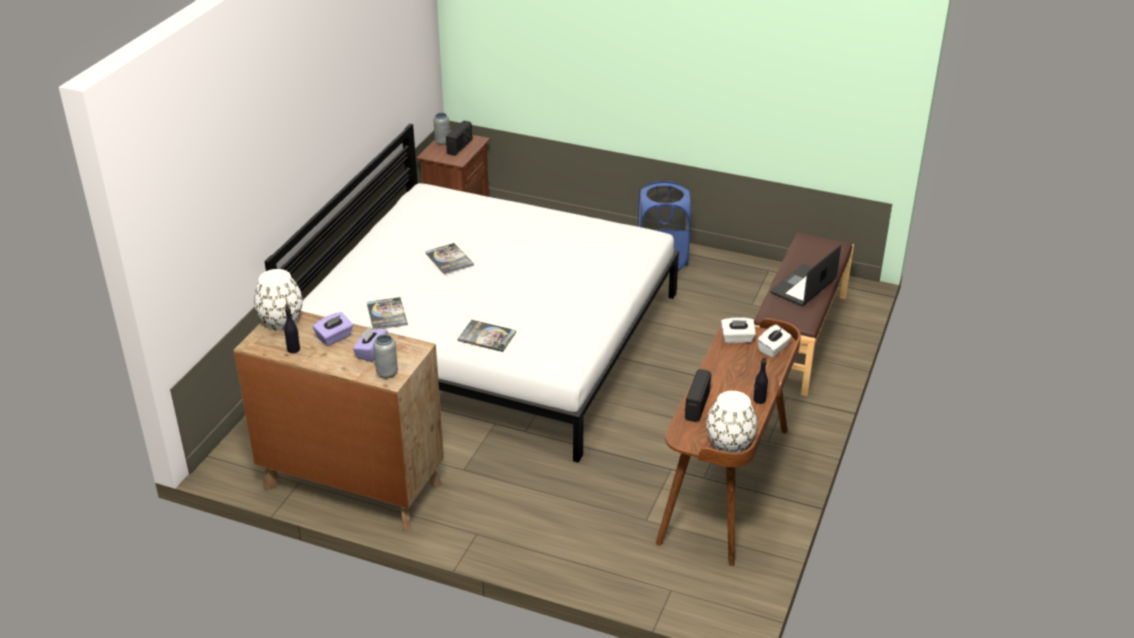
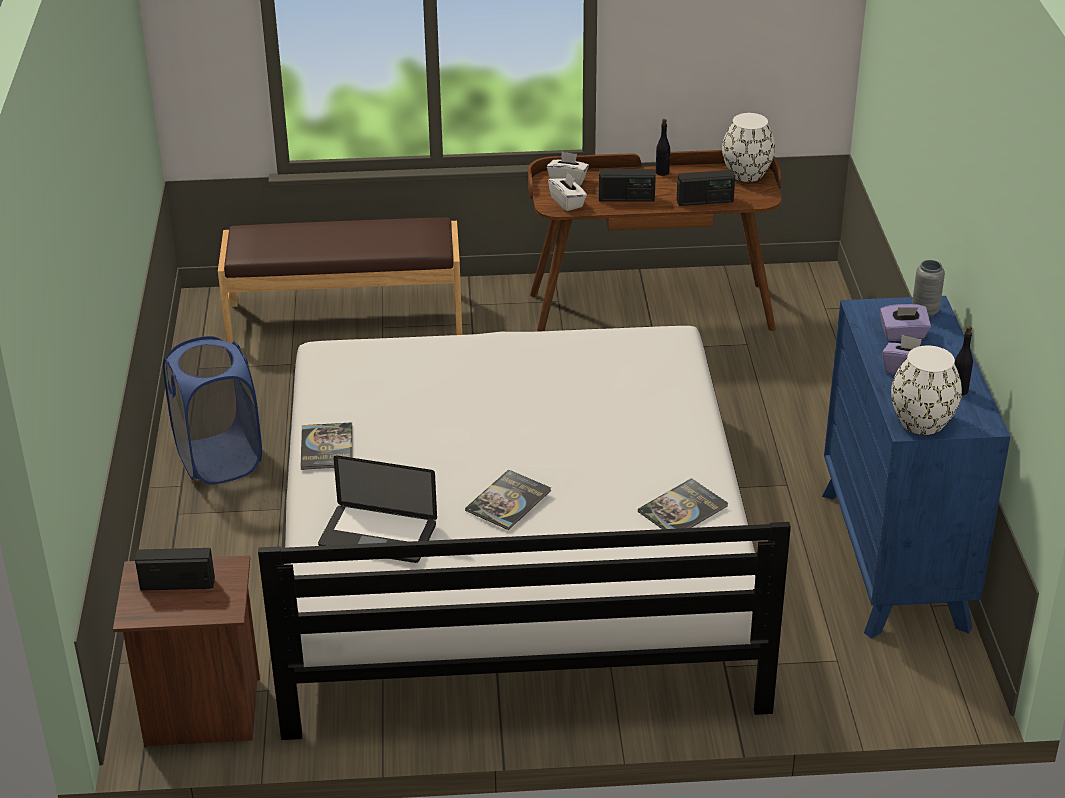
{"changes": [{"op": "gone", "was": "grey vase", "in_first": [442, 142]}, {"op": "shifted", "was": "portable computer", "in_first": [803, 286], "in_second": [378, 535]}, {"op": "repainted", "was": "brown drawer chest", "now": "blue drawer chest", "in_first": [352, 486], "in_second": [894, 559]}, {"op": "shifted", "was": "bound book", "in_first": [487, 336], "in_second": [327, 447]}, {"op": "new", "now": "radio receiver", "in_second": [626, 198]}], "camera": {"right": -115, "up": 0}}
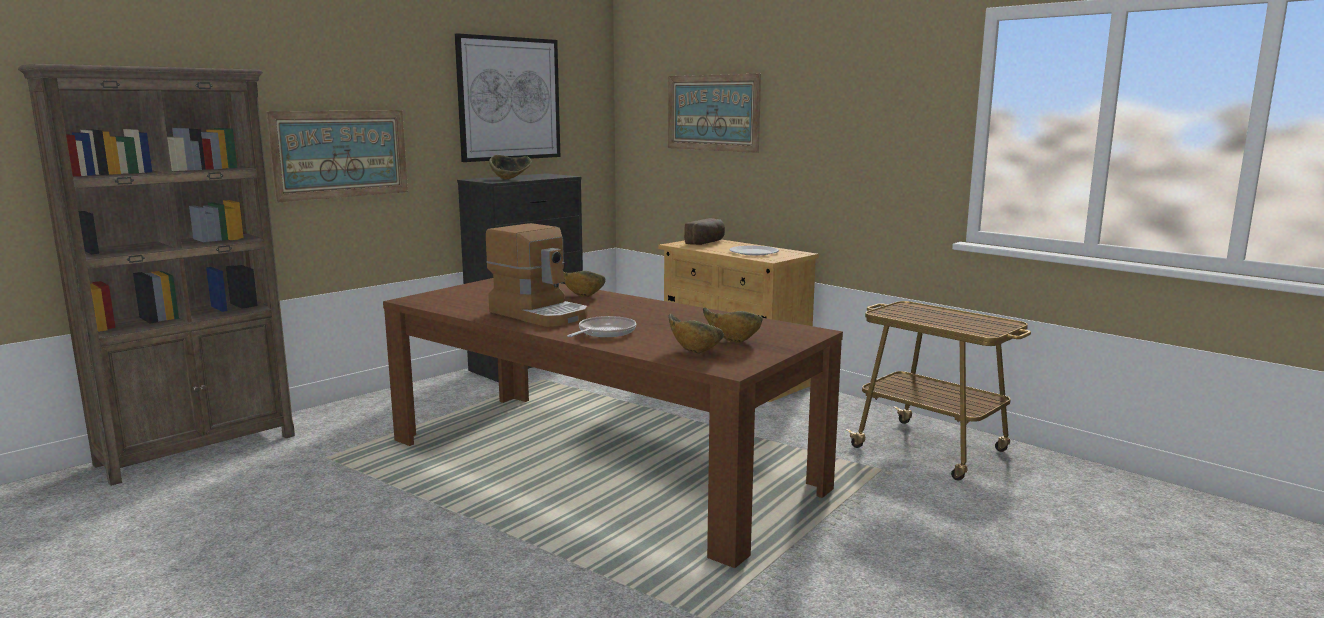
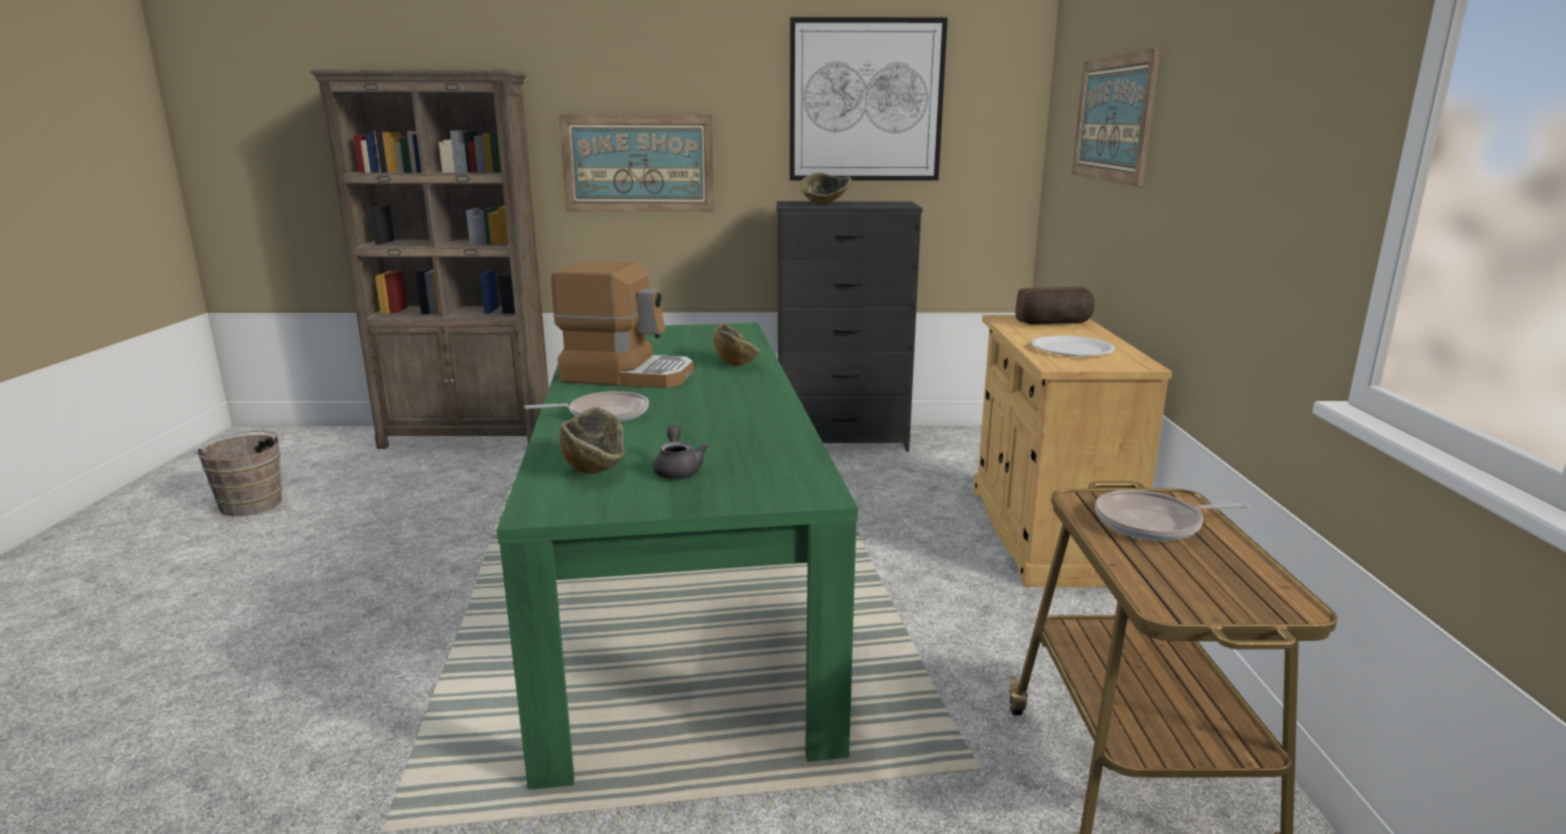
{"changes": [{"op": "rotated", "was": "coffee machine", "in_first": [540, 314], "in_second": [628, 375], "clockwise": -75}, {"op": "repainted", "was": "brown dinner table", "now": "green dinner table", "in_first": [599, 464], "in_second": [679, 581]}, {"op": "swapped", "was": "deep dish", "now": "grey pot for tea", "in_first": [731, 341], "in_second": [678, 470]}, {"op": "new", "now": "brown pail", "in_second": [252, 503]}, {"op": "new", "now": "pan", "in_second": [1154, 524]}], "camera": {"right": 45, "up": 5}}
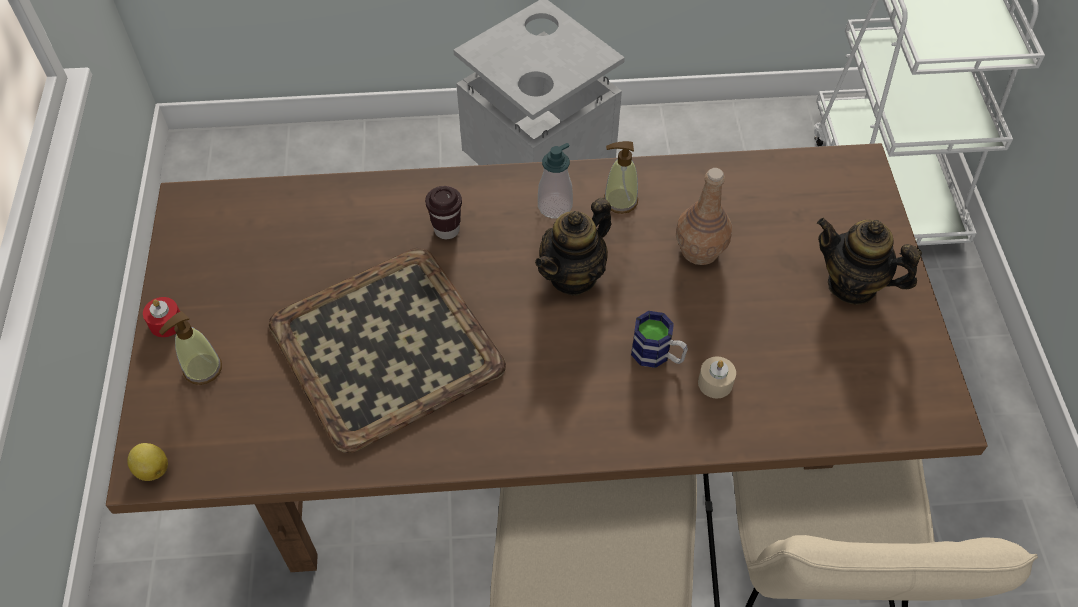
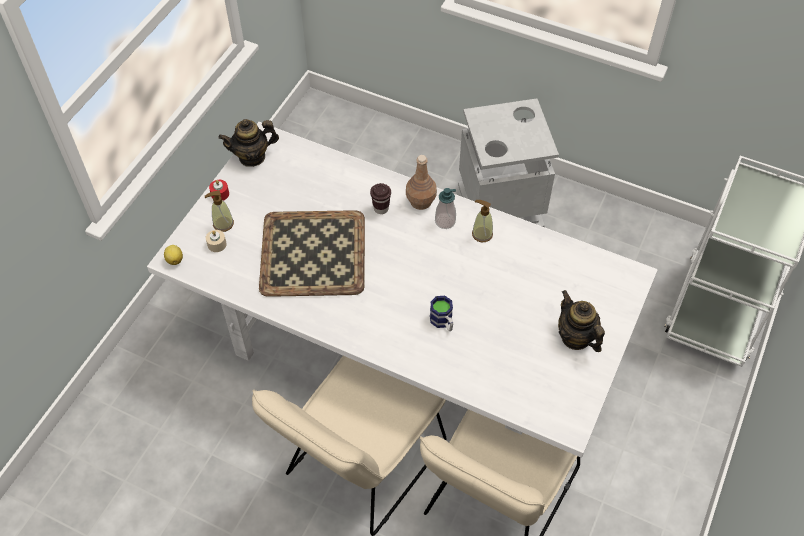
{"changes": [{"op": "repainted", "was": "brown dinner table", "now": "white-coloured dinner table", "in_first": [541, 441], "in_second": [403, 354]}, {"op": "shifted", "was": "brown beverage bottle", "in_first": [700, 250], "in_second": [421, 201]}, {"op": "shifted", "was": "pot for tea", "in_first": [573, 275], "in_second": [252, 157]}, {"op": "shifted", "was": "beige-coloured wax candle", "in_first": [715, 383], "in_second": [217, 244]}], "camera": {"right": 30, "up": 0}}
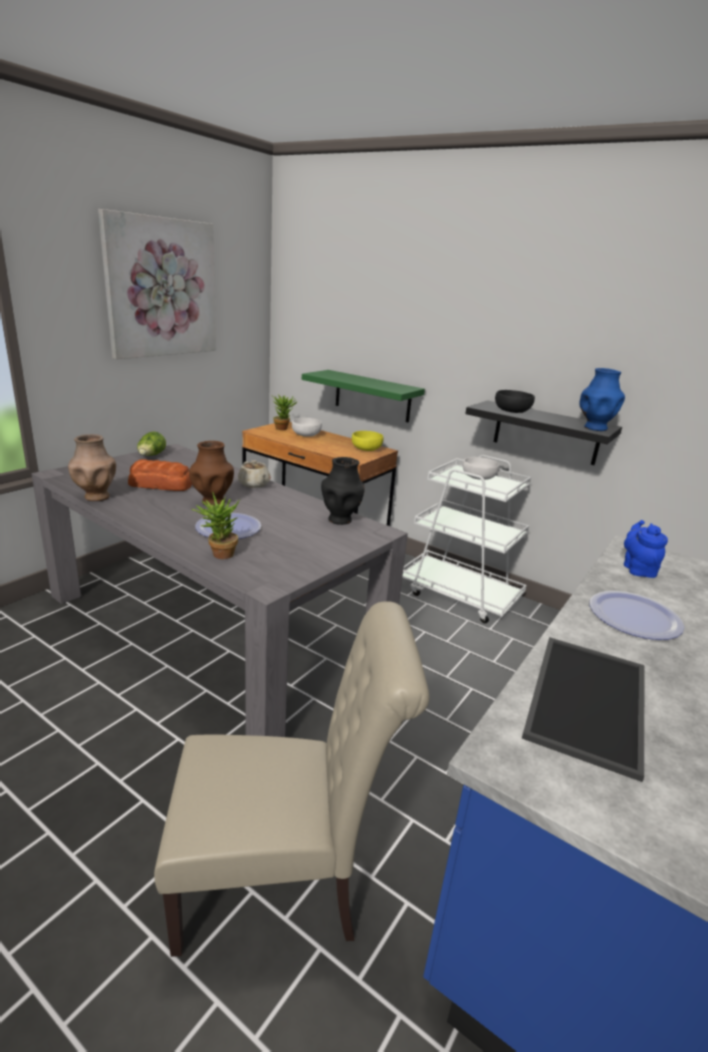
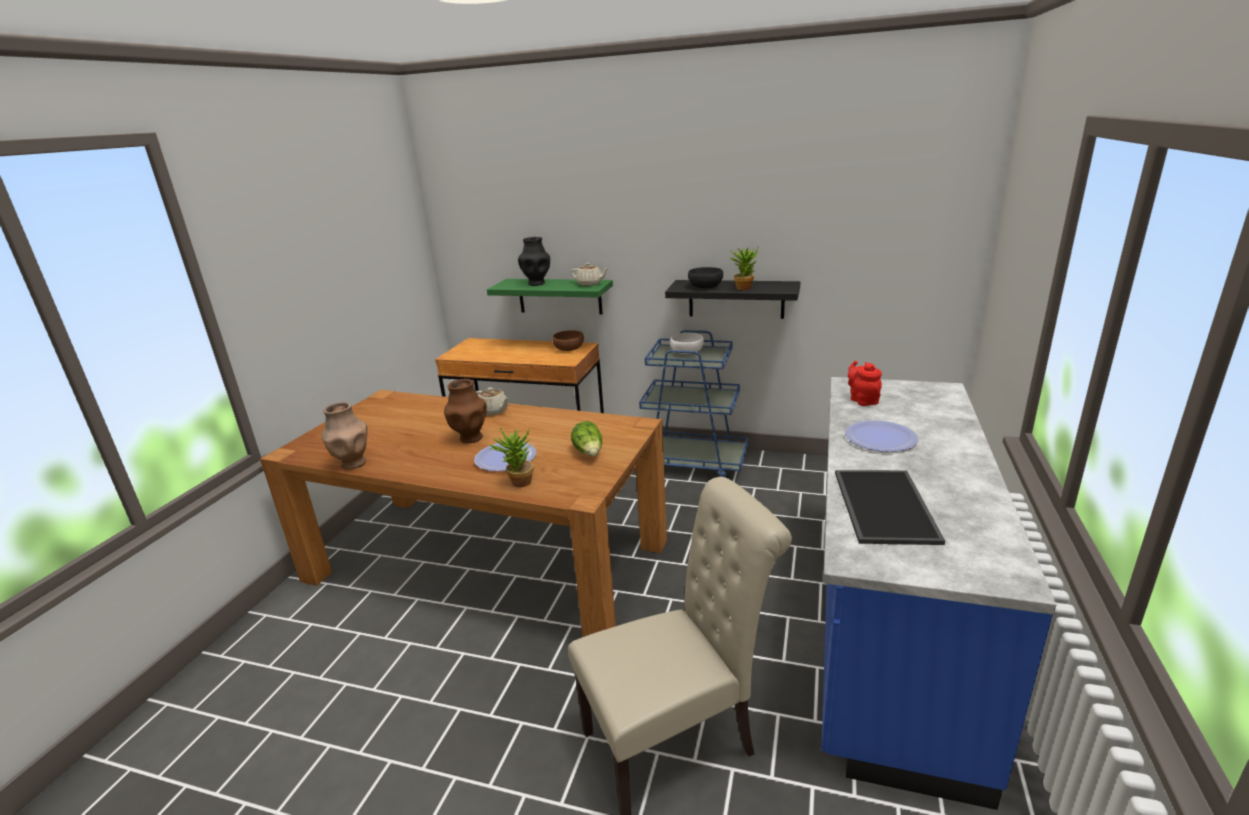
{"changes": [{"op": "gone", "was": "picture", "in_first": [162, 288]}, {"op": "gone", "was": "blue vase", "in_first": [594, 428]}, {"op": "shifted", "was": "houseplant", "in_first": [283, 428], "in_second": [744, 287]}, {"op": "gone", "was": "white-coloured deep dish", "in_first": [306, 434]}, {"op": "repainted", "was": "yellow-coloured deep dish", "now": "brown deep dish", "in_first": [366, 449], "in_second": [569, 348]}, {"op": "shifted", "was": "lettuce head", "in_first": [151, 456], "in_second": [589, 452]}, {"op": "repainted", "was": "grey dinner table", "now": "brown dinner table", "in_first": [212, 628], "in_second": [487, 561]}, {"op": "repainted", "was": "white-coloured trolley", "now": "blue trolley", "in_first": [459, 595], "in_second": [692, 463]}, {"op": "shifted", "was": "black vase", "in_first": [340, 520], "in_second": [537, 283]}, {"op": "gone", "was": "bread", "in_first": [161, 485]}, {"op": "repainted", "was": "blue pot for tea", "now": "red pot for tea", "in_first": [637, 569], "in_second": [862, 400]}, {"op": "new", "now": "beige-coloured pot for tea", "in_second": [590, 283]}], "camera": {"right": -15, "up": 0}}
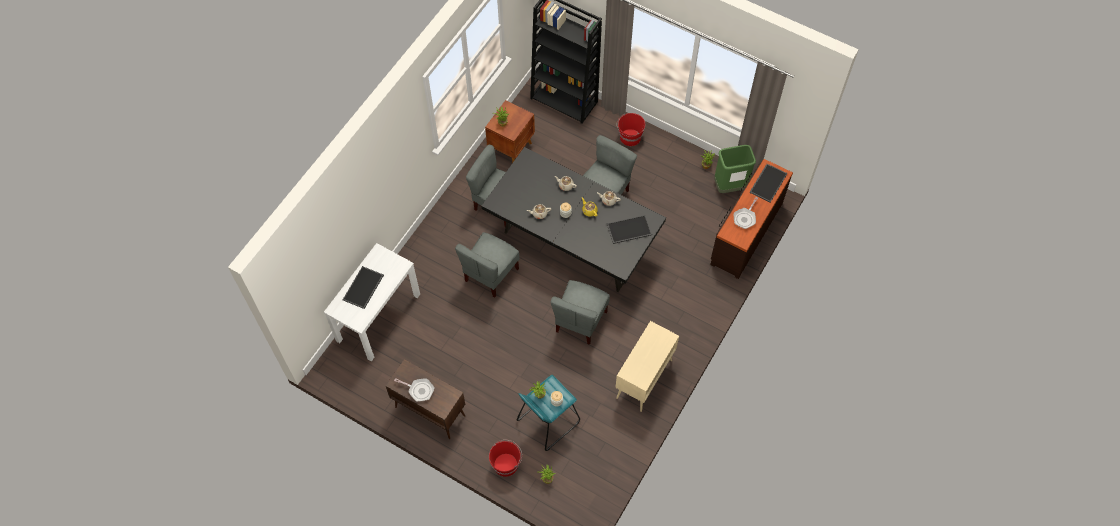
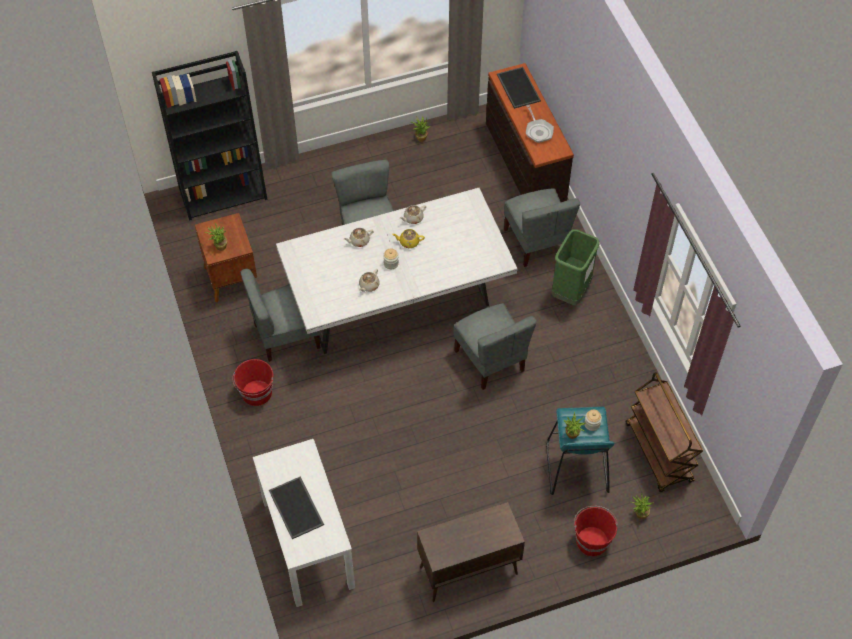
{"changes": [{"op": "shifted", "was": "red pail", "in_first": [630, 137], "in_second": [256, 393]}, {"op": "shifted", "was": "green waste bin", "in_first": [730, 186], "in_second": [571, 292]}, {"op": "repainted", "was": "black dinner table", "now": "white-coloured dinner table", "in_first": [573, 244], "in_second": [398, 304]}, {"op": "gone", "was": "carrying tray", "in_first": [629, 230]}, {"op": "shifted", "was": "grey chair", "in_first": [490, 274], "in_second": [536, 242]}, {"op": "gone", "was": "beige-coloured storage cabinet", "in_first": [644, 379]}, {"op": "gone", "was": "pan", "in_first": [419, 390]}, {"op": "new", "now": "brown trolley", "in_second": [659, 453]}], "camera": {"right": -50, "up": -5}}
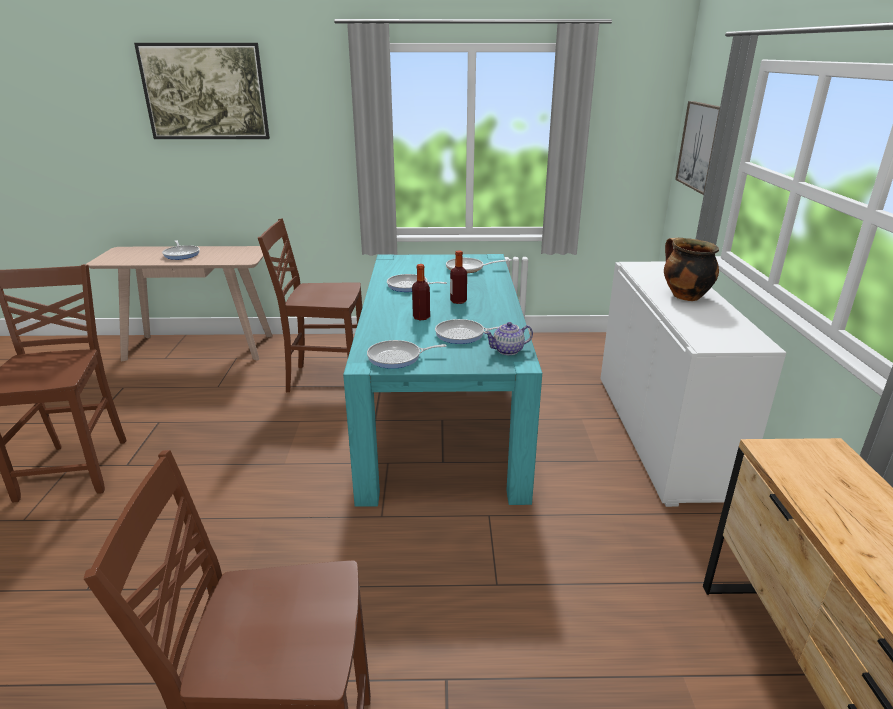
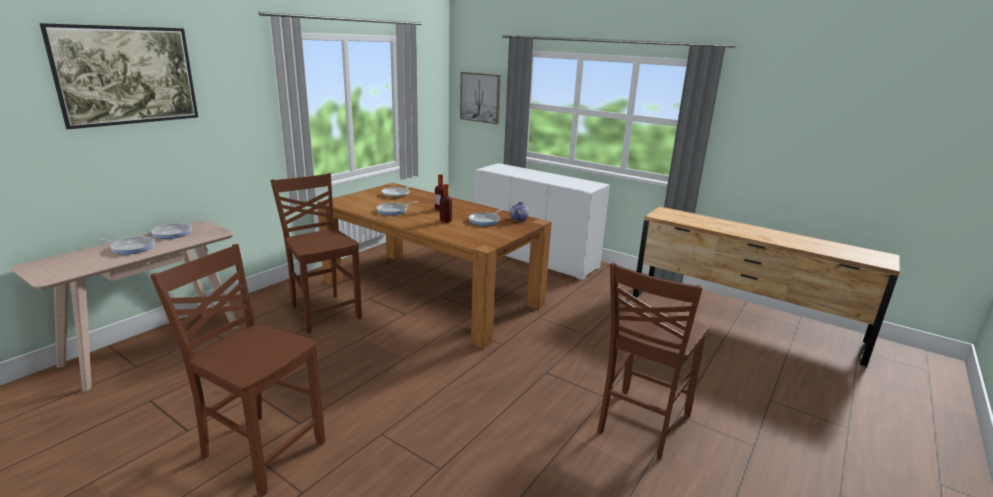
{"changes": [{"op": "rotated", "was": "brown chair", "in_first": [325, 379], "in_second": [324, 312], "clockwise": 105}, {"op": "gone", "was": "stockpot", "in_first": [684, 296]}, {"op": "repainted", "was": "turquoise dinner table", "now": "brown dinner table", "in_first": [441, 411], "in_second": [431, 293]}, {"op": "shifted", "was": "pan", "in_first": [397, 357], "in_second": [175, 233]}], "camera": {"right": -55, "up": -5}}
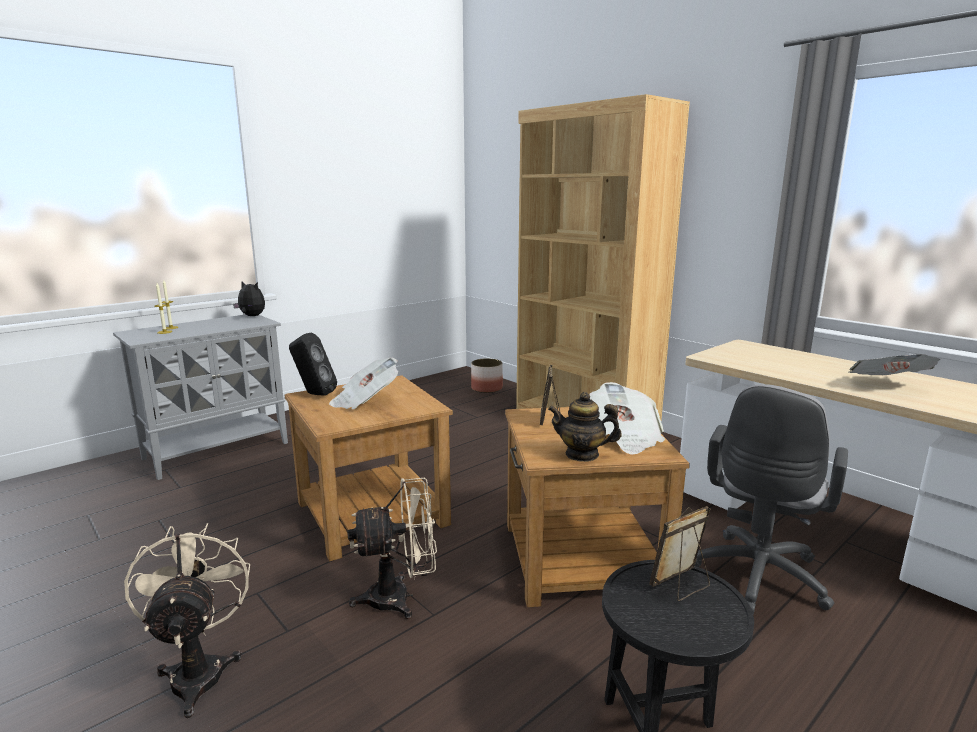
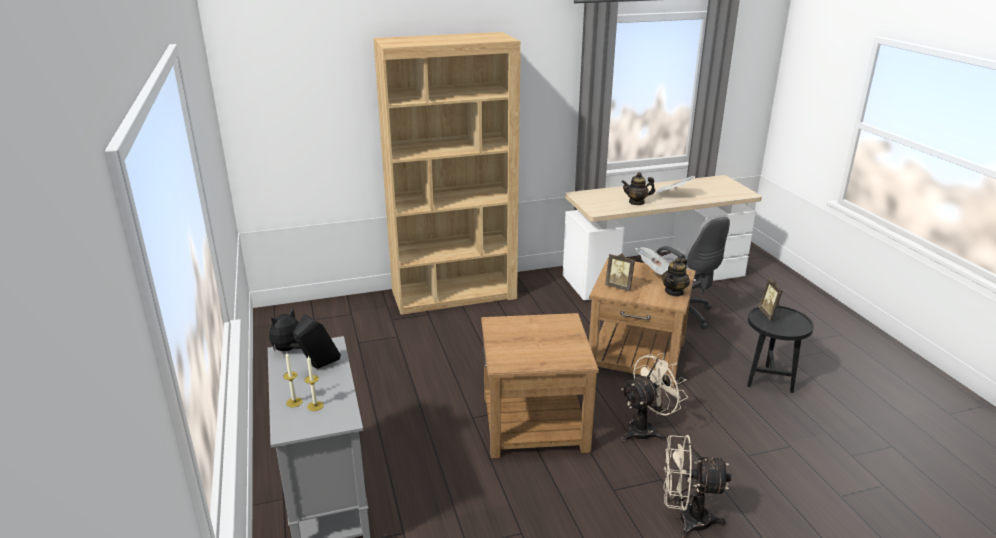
{"changes": [{"op": "shifted", "was": "black audio speaker", "in_first": [313, 394], "in_second": [318, 367]}, {"op": "gone", "was": "daily paper", "in_first": [365, 401]}, {"op": "gone", "was": "plant pot", "in_first": [487, 388]}, {"op": "rotated", "was": "beige-coloured fan", "in_first": [400, 597], "in_second": [646, 429], "clockwise": 45}, {"op": "new", "now": "pot for tea", "in_second": [636, 202]}], "camera": {"right": -65, "up": 10}}
